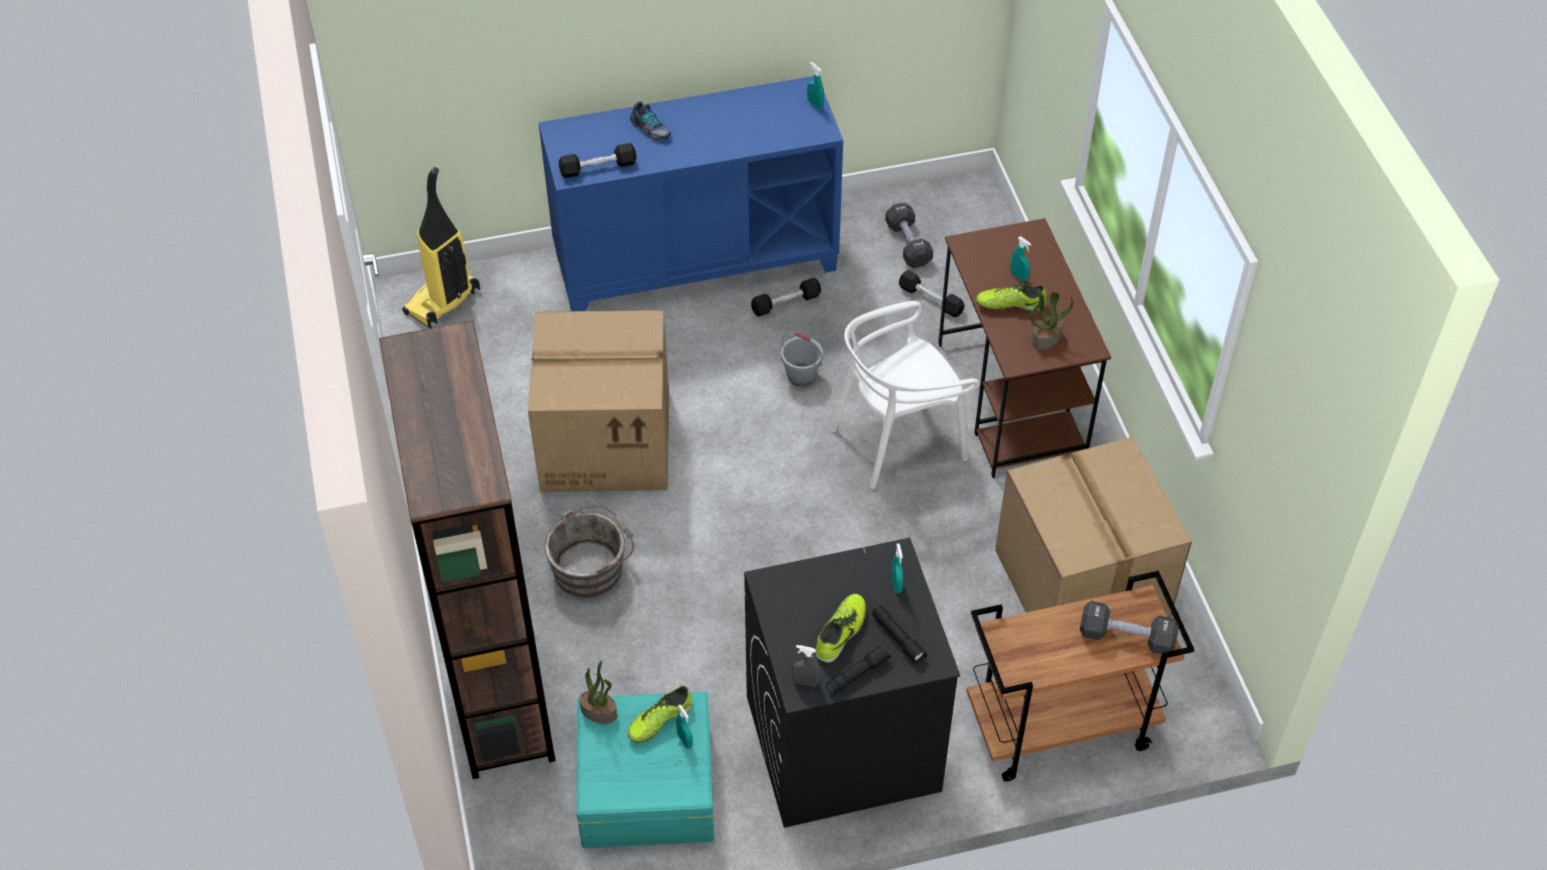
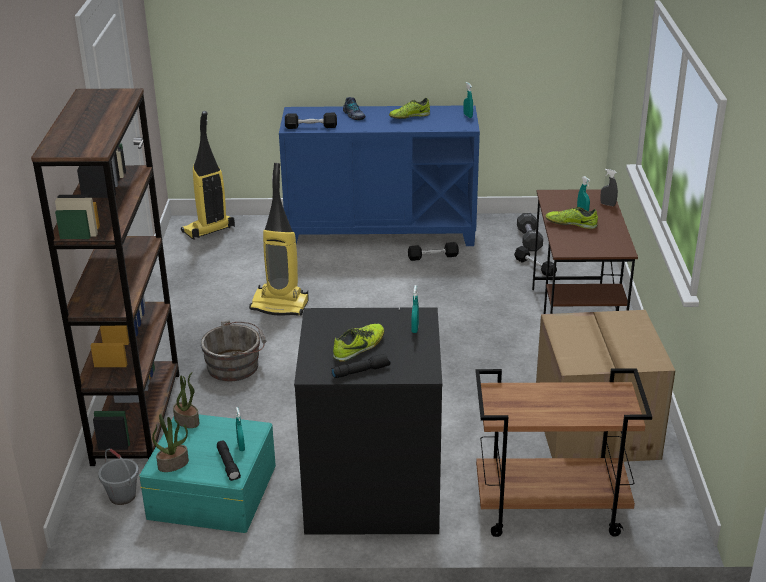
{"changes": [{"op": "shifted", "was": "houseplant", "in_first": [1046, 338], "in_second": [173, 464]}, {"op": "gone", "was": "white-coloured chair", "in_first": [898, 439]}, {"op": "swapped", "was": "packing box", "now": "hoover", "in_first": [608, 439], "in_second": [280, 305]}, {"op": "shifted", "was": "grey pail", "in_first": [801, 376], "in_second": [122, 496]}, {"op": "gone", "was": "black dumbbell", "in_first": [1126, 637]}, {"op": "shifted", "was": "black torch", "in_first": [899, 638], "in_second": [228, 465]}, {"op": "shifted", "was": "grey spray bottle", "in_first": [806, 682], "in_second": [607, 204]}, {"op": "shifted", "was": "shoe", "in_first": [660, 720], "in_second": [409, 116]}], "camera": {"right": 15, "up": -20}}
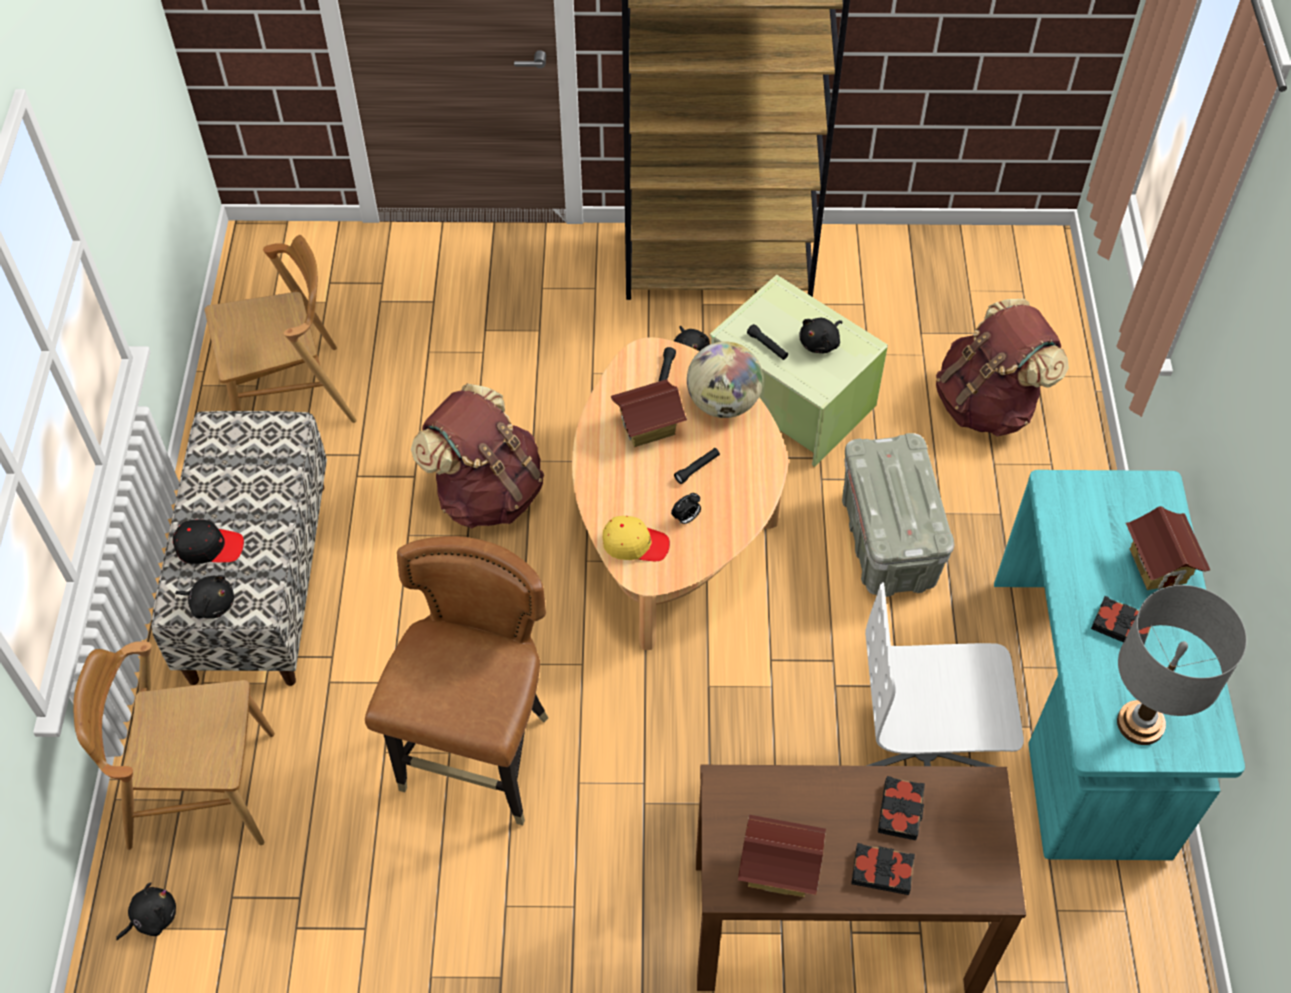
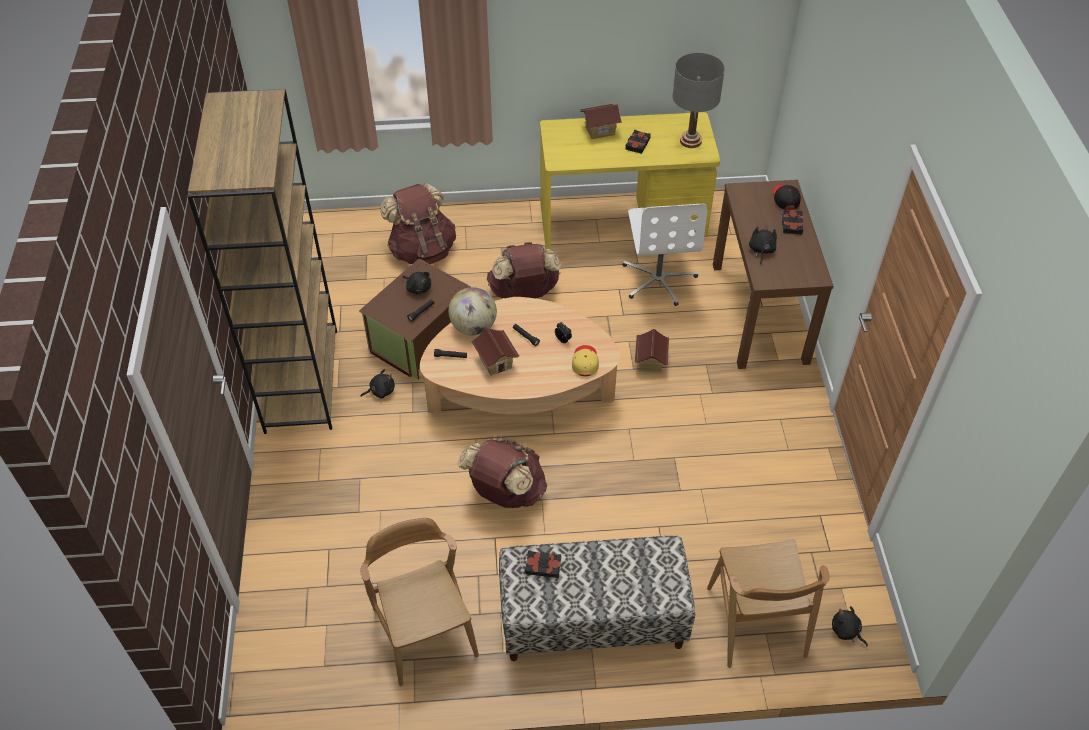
{"changes": [{"op": "repainted", "was": "green storage bin", "now": "brown storage bin", "in_first": [792, 398], "in_second": [419, 338]}, {"op": "swapped", "was": "grey storage bin", "now": "brown rucksack", "in_first": [887, 540], "in_second": [524, 293]}, {"op": "repainted", "was": "turquoise desk table", "now": "yellow-coloured desk table", "in_first": [1083, 713], "in_second": [622, 220]}, {"op": "shifted", "was": "black peaked cap", "in_first": [209, 546], "in_second": [785, 198]}, {"op": "gone", "was": "brown chair", "in_first": [480, 759]}, {"op": "shifted", "was": "black cuddly toy", "in_first": [211, 604], "in_second": [761, 250]}, {"op": "shifted", "was": "black bound book", "in_first": [901, 811], "in_second": [543, 565]}, {"op": "shifted", "was": "miniature house", "in_first": [779, 869], "in_second": [650, 361]}], "camera": {"right": -95, "up": -5}}
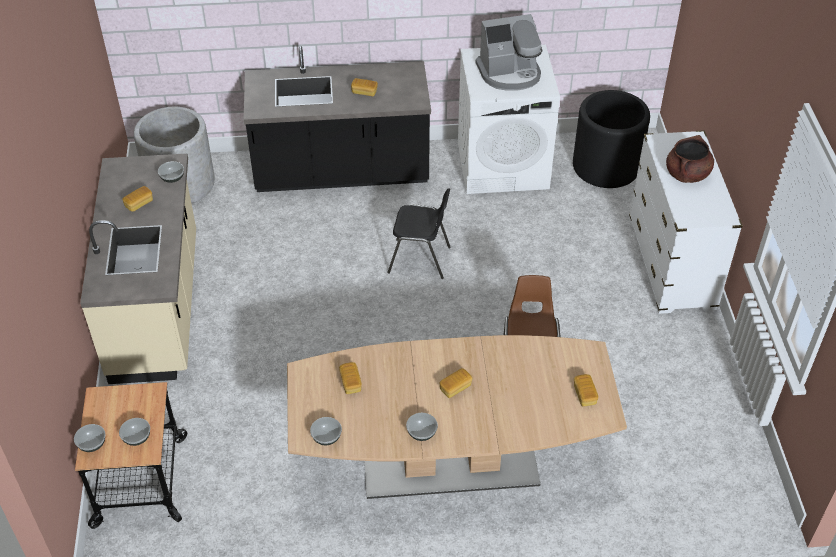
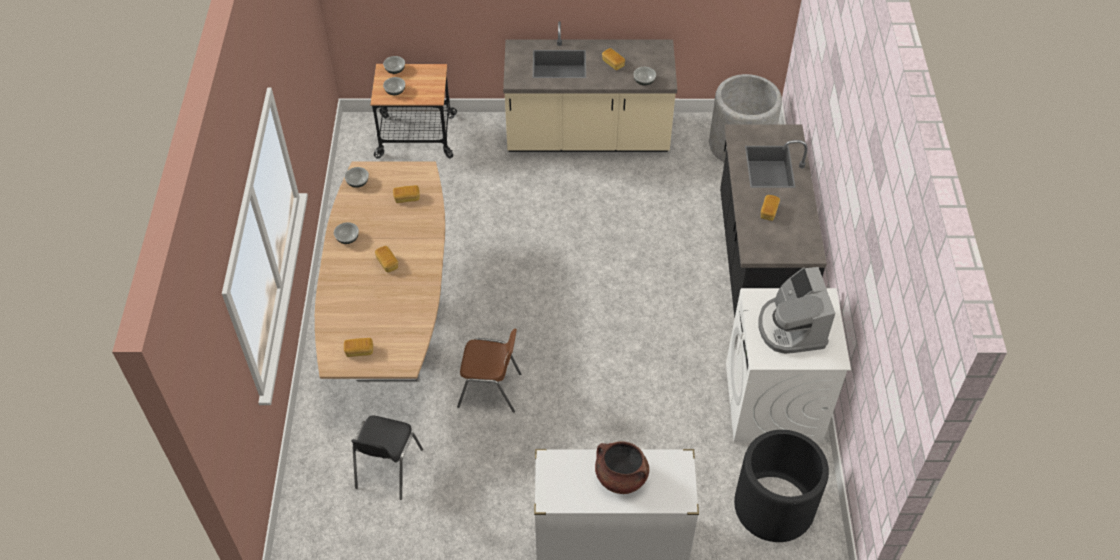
{"changes": [{"op": "shifted", "was": "black chair", "in_first": [420, 260], "in_second": [388, 469]}], "camera": {"right": 95, "up": 5}}
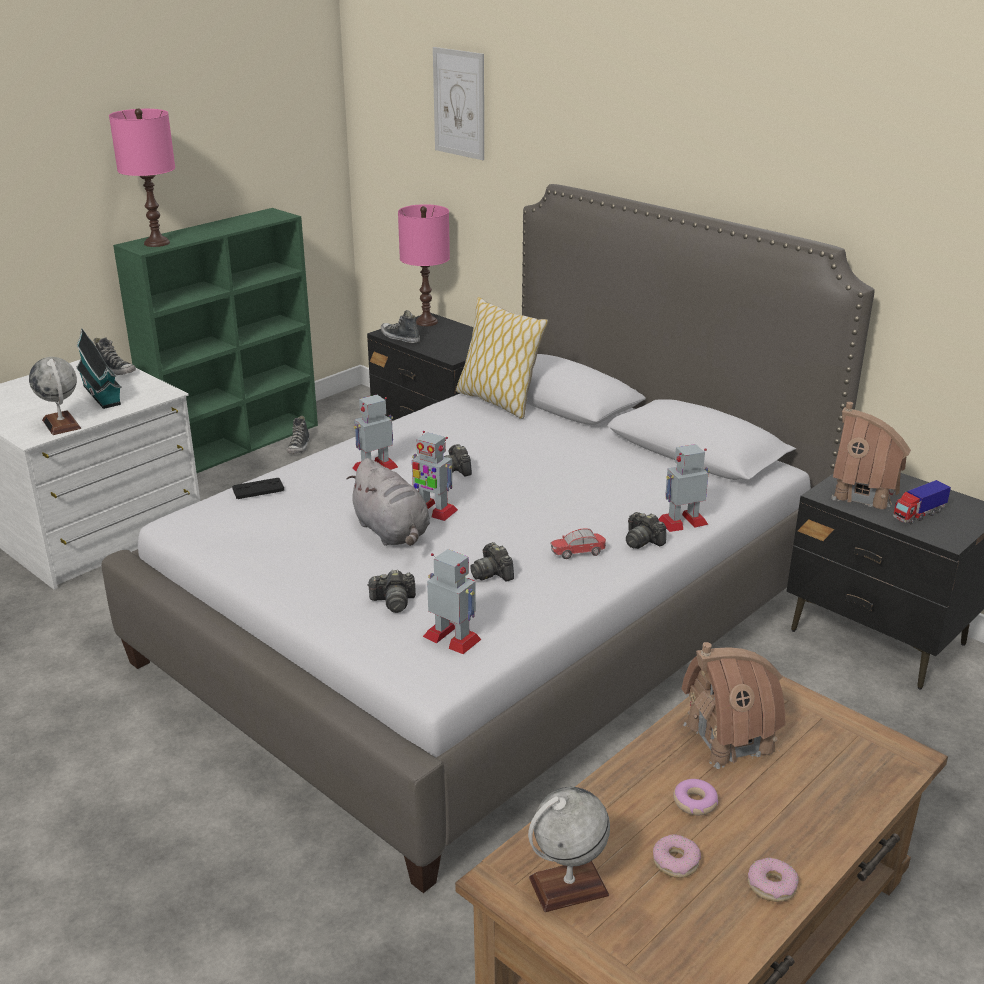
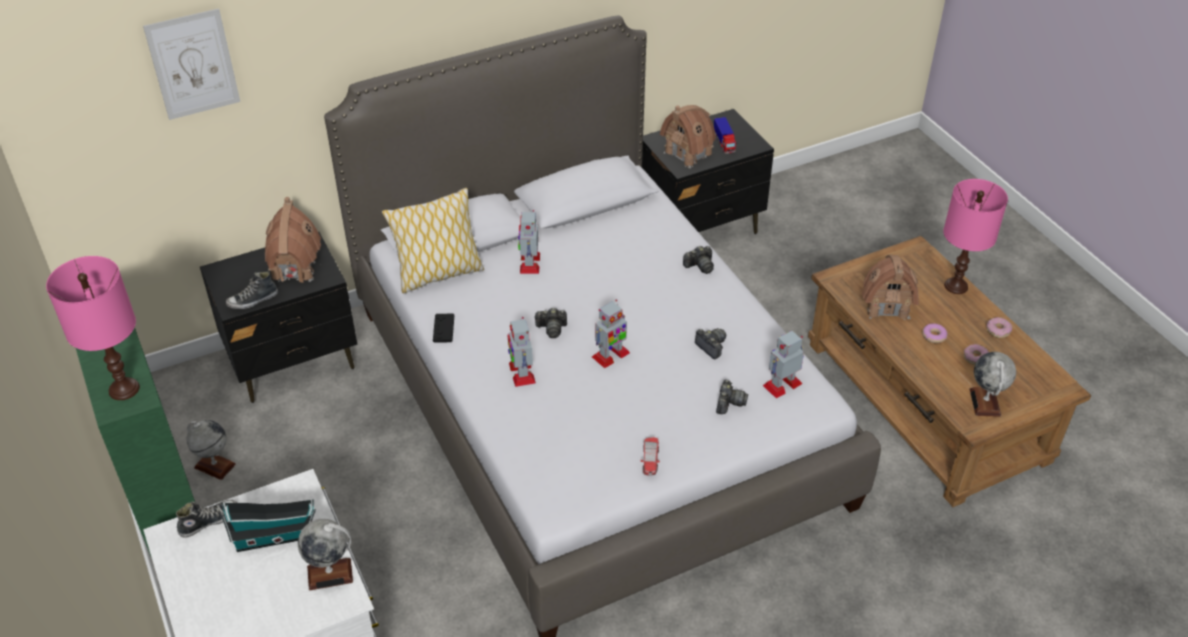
{"changes": [{"op": "shifted", "was": "pinkish table lamp", "in_first": [427, 322], "in_second": [956, 286]}, {"op": "swapped", "was": "shoe", "now": "world globe", "in_first": [299, 447], "in_second": [214, 465]}, {"op": "shifted", "was": "model robot", "in_first": [683, 522], "in_second": [529, 263]}, {"op": "gone", "was": "grey cuddly toy", "in_first": [392, 532]}, {"op": "shifted", "was": "black game controller", "in_first": [258, 489], "in_second": [443, 328]}, {"op": "shifted", "was": "miniature car", "in_first": [578, 553], "in_second": [650, 461]}, {"op": "rotated", "was": "still camera", "in_first": [492, 573], "in_second": [711, 347], "clockwise": -120}, {"op": "new", "now": "miniature house", "in_second": [294, 267]}], "camera": {"right": -70, "up": 15}}
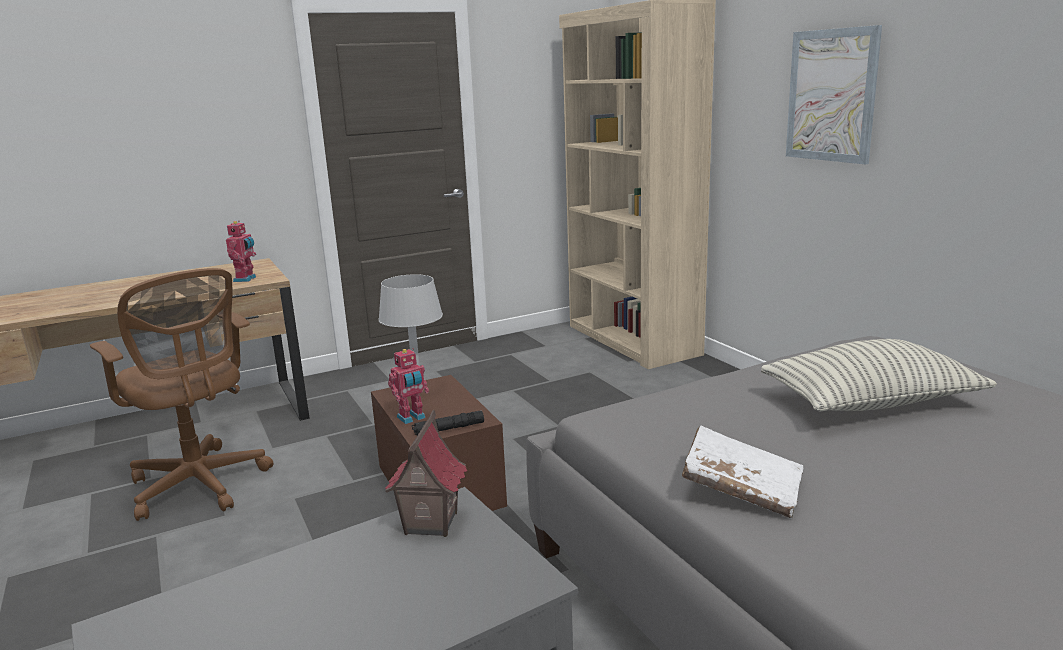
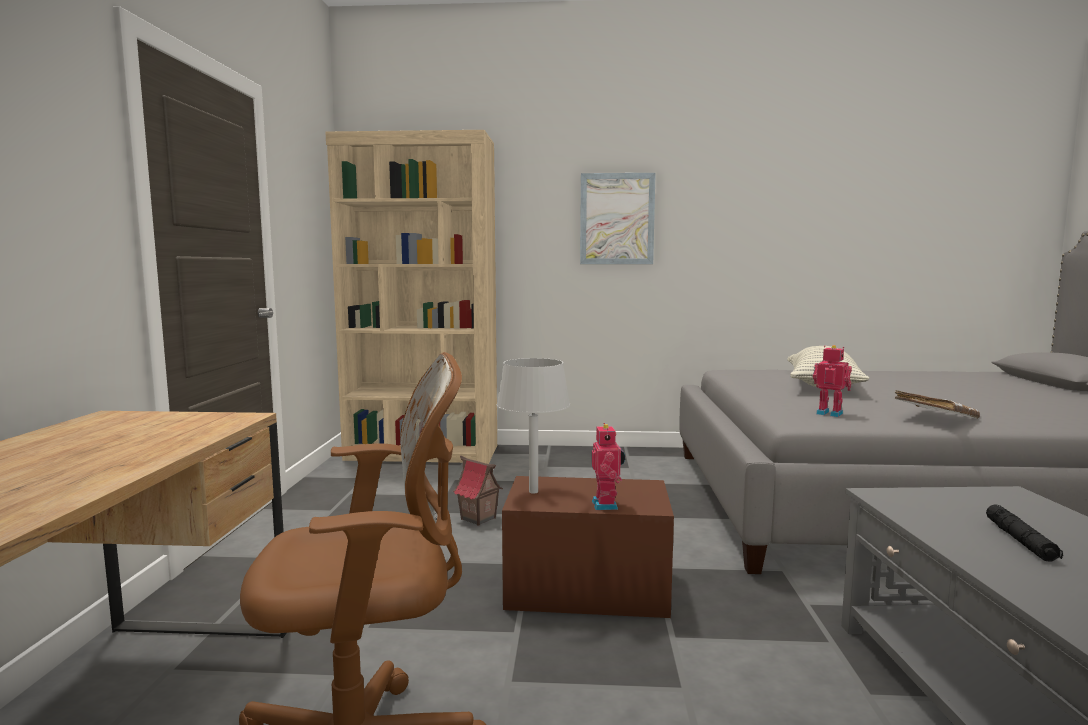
{"changes": [{"op": "shifted", "was": "model robot", "in_first": [246, 279], "in_second": [830, 413]}, {"op": "shifted", "was": "miniature house", "in_first": [430, 523], "in_second": [478, 519]}, {"op": "shifted", "was": "black torch", "in_first": [448, 429], "in_second": [1020, 541]}], "camera": {"right": -60, "up": -10}}
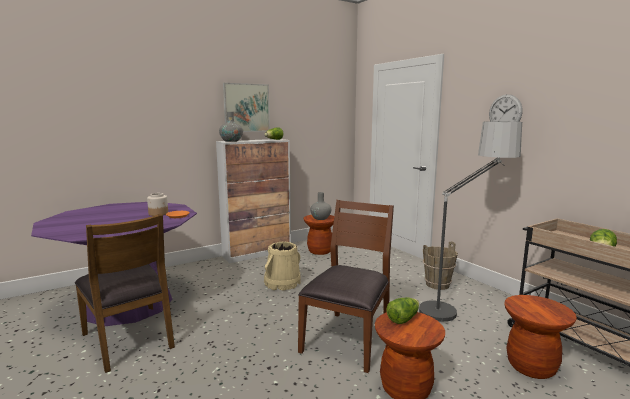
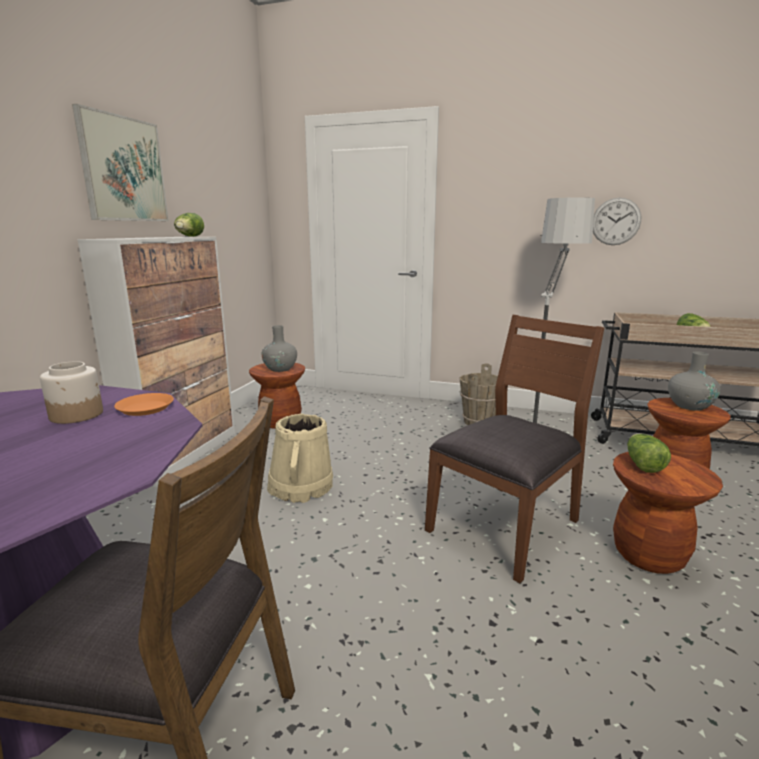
{"changes": [{"op": "shifted", "was": "wall clock", "in_first": [505, 112], "in_second": [616, 221]}, {"op": "shifted", "was": "grey vase", "in_first": [231, 141], "in_second": [689, 406]}, {"op": "rotated", "was": "brown chair", "in_first": [348, 338], "in_second": [506, 526], "clockwise": 60}], "camera": {"right": -40, "up": 5}}
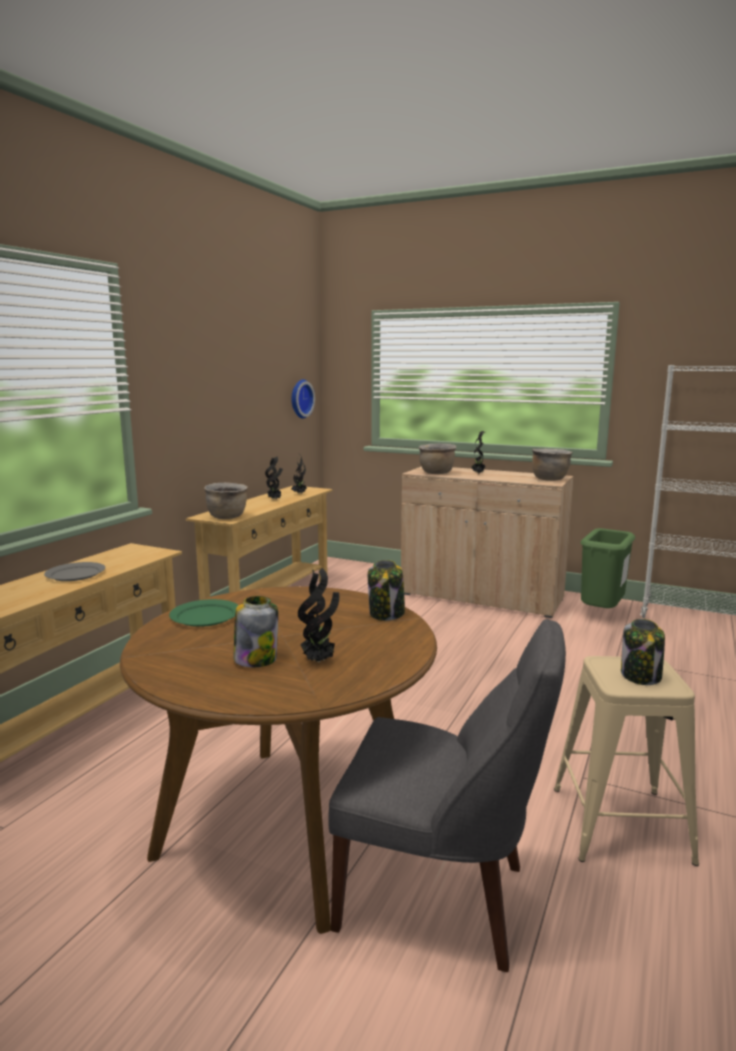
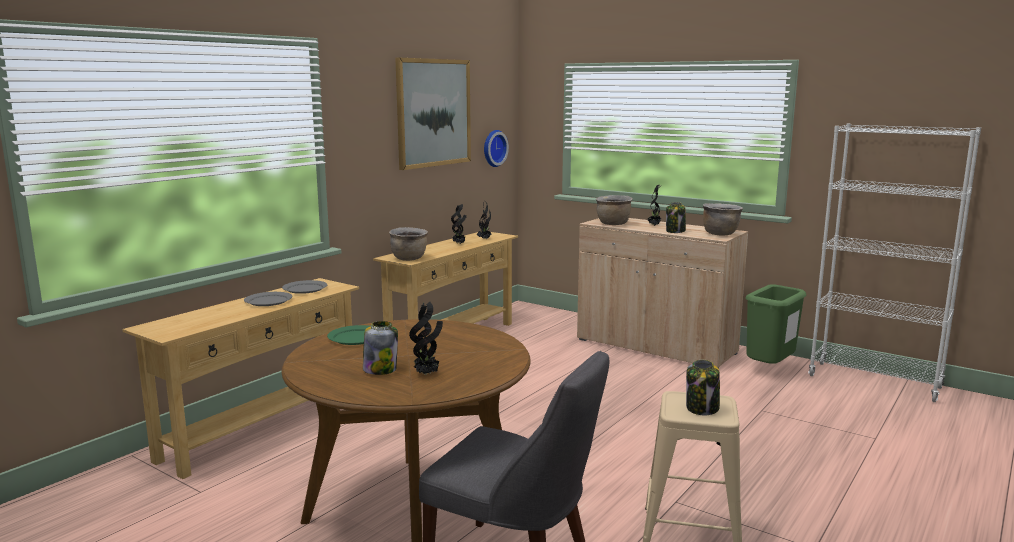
{"changes": [{"op": "shifted", "was": "jar", "in_first": [387, 614], "in_second": [675, 231]}, {"op": "new", "now": "picture", "in_second": [433, 113]}, {"op": "new", "now": "grey plate", "in_second": [305, 289]}], "camera": {"right": 10, "up": 0}}
